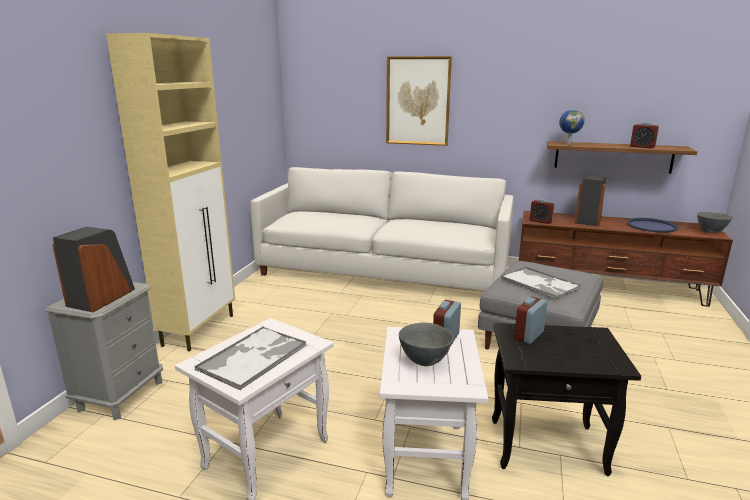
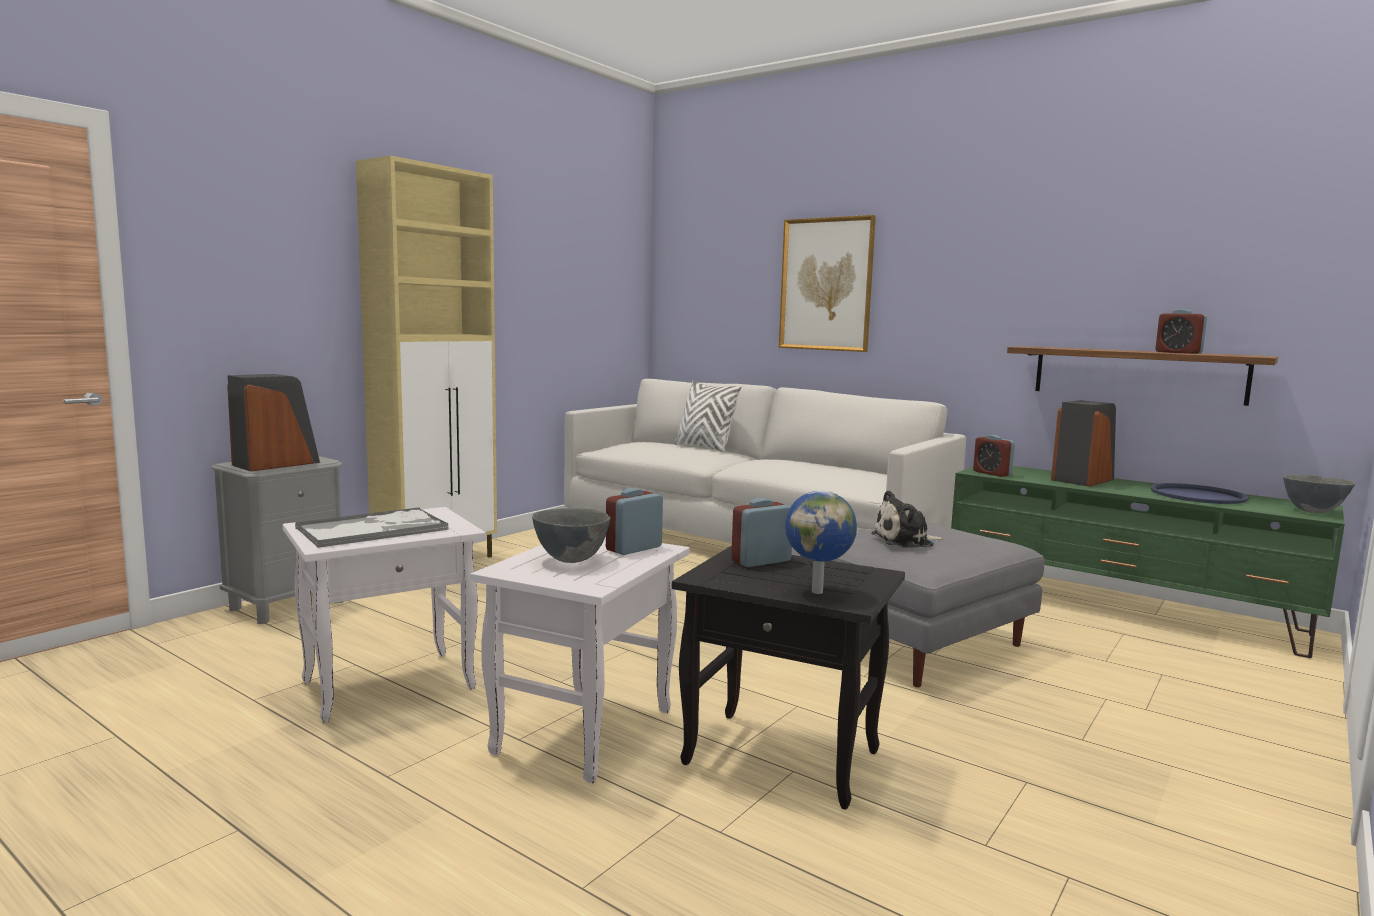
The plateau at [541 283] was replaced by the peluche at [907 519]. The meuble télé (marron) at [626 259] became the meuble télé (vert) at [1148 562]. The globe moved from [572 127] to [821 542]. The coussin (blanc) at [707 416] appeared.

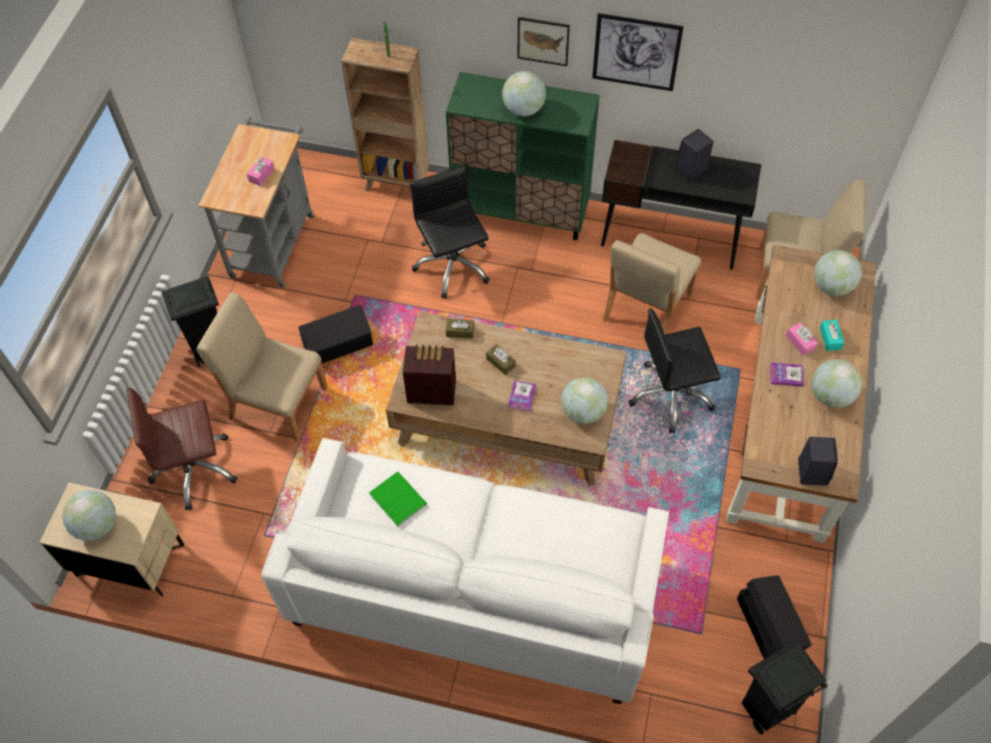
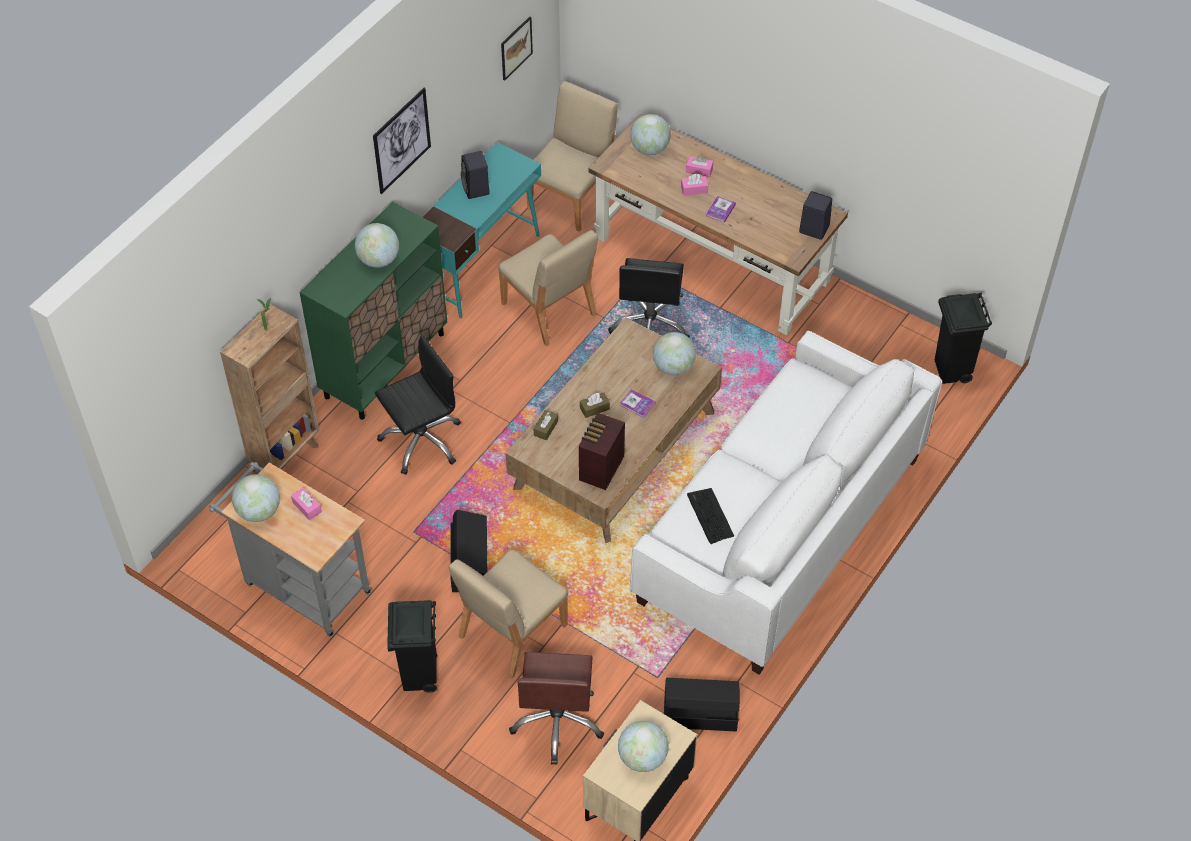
The livre (vert) at [398 499] was replaced by the clavier at [710 516]. The chaise de bureau (noir) at [450 231] turned 150 degrees clockwise. The tableau moved from [543 41] to [517 48]. The bureau (noir) at [681 204] became the bureau (turquoise) at [481 230]. The boîte de rangement (noir) moved from [774 617] to [702 704]. The globe moved from [837 383] to [256 498]. The boîte à mouchoirs (turquoise) at [832 335] became the boîte à mouchoirs (rose) at [699 166].

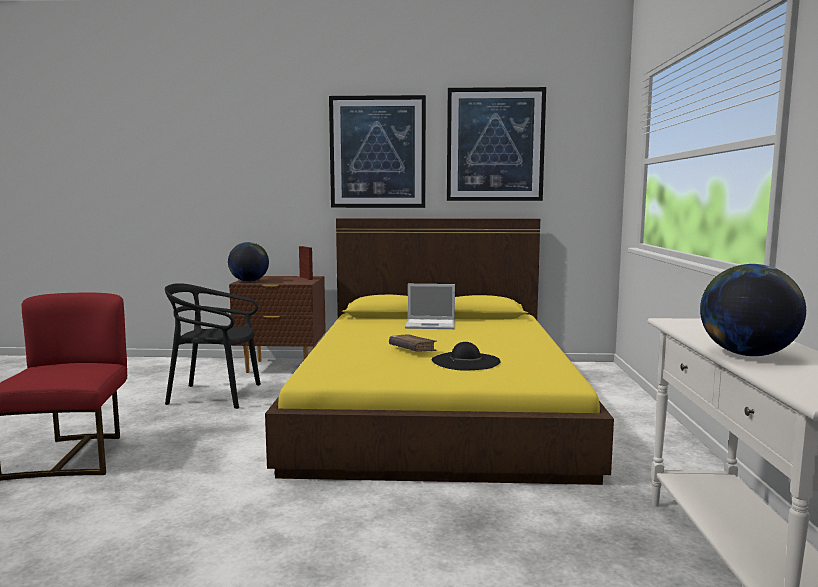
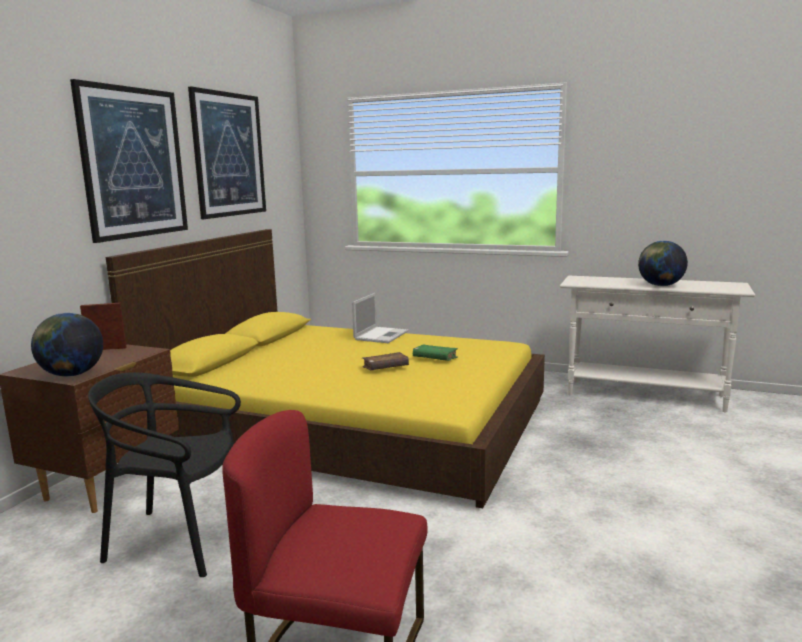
The chaise (noir) at [213 346] turned 75 degrees clockwise. The ordinateur portable moved from [430 306] to [380 318]. The chapeau (noir) at [466 356] was replaced by the livre (vert) at [435 352].

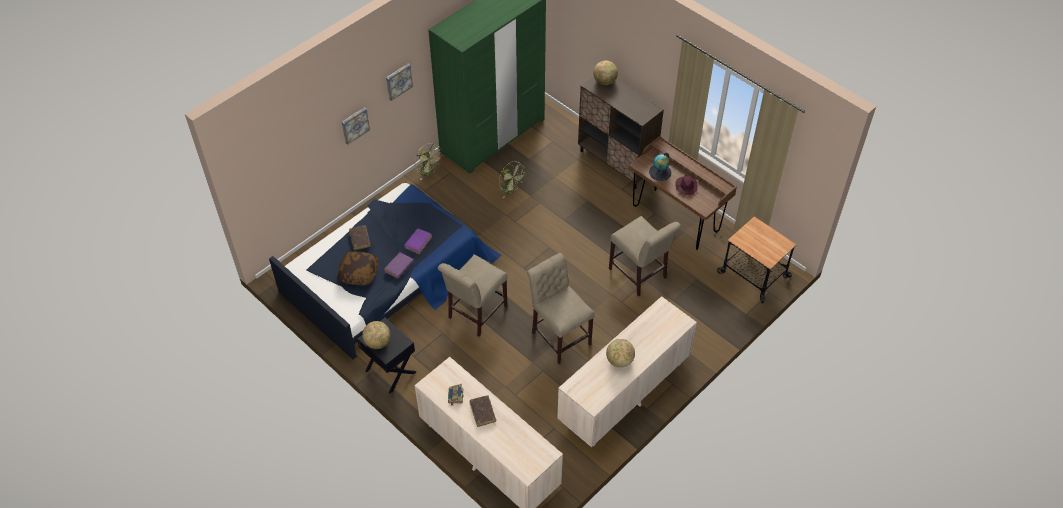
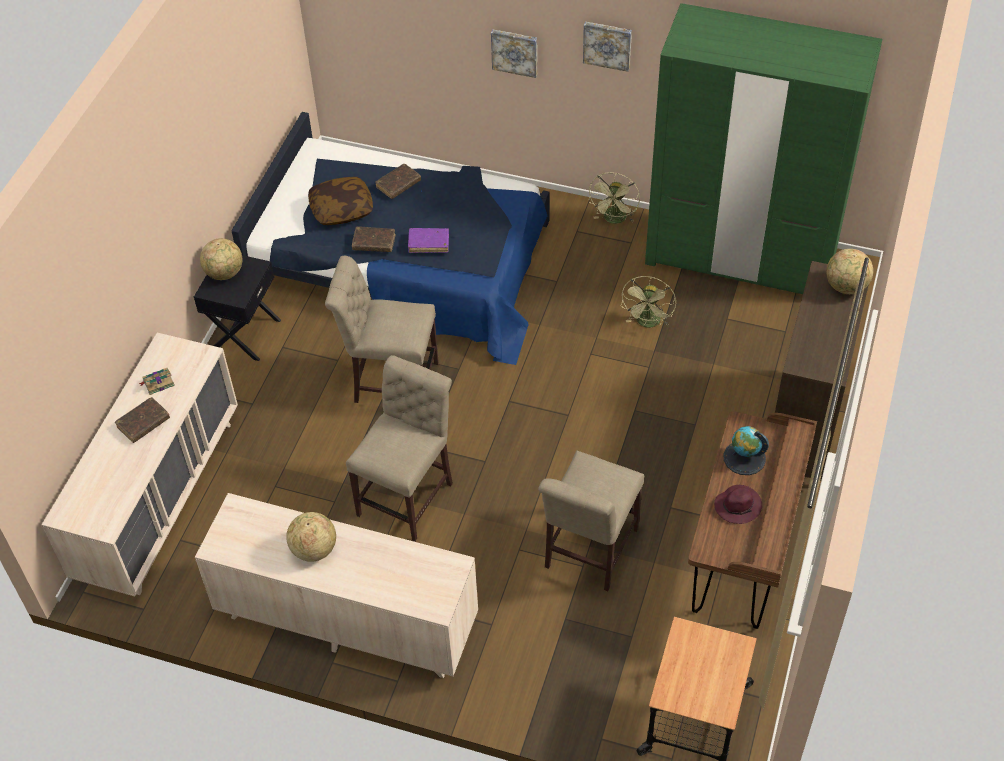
The livre (violet) at [399 265] became the livre (marron) at [373 239].

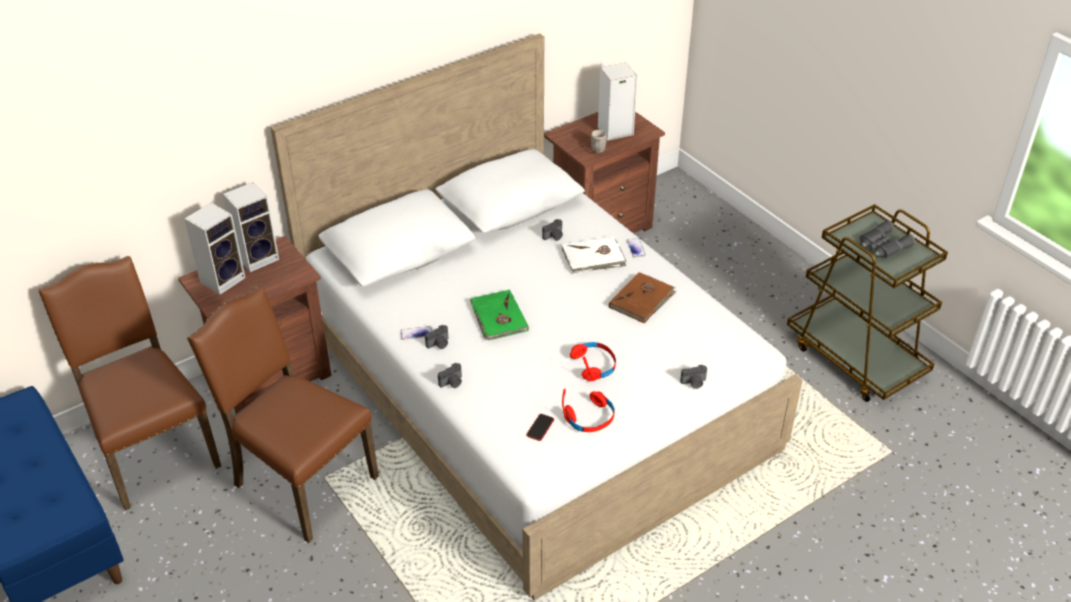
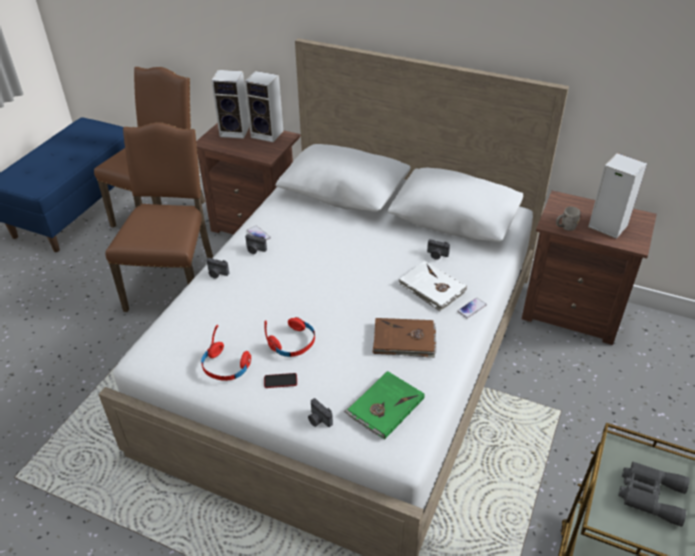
The livre (vert) moved from [499 315] to [384 405]. The téléphone moved from [540 427] to [280 380].

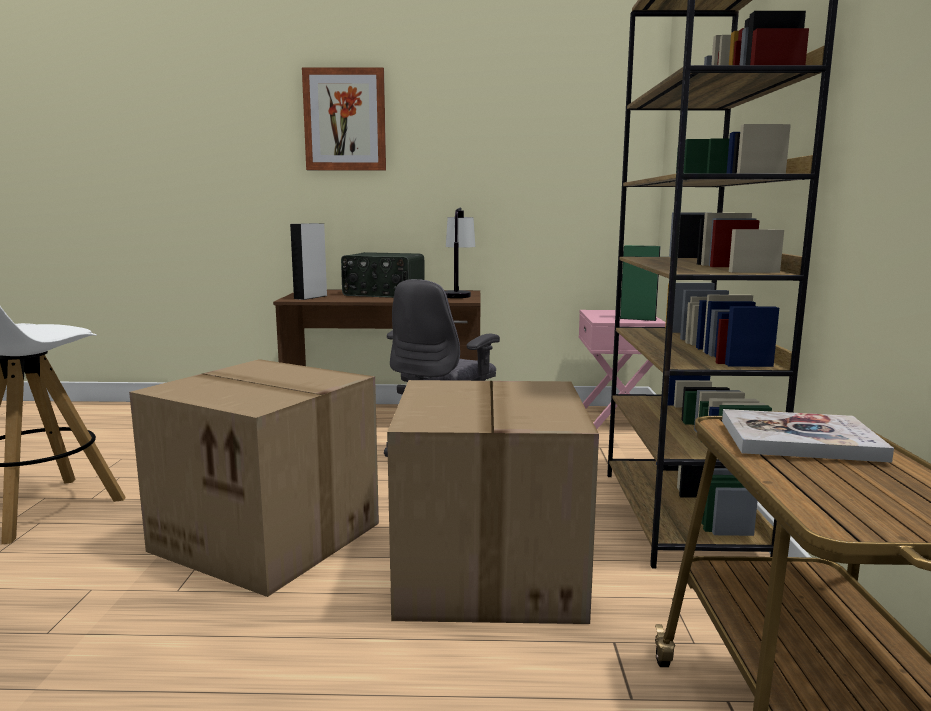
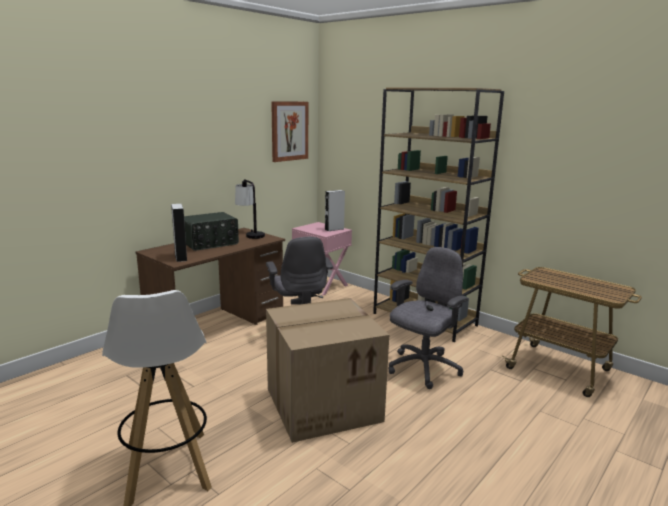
The tableau moved from [344 119] to [289 131]. The carton at [493 502] was replaced by the chaise de bureau (gris) at [428 318]. The enceinte (vert) at [640 283] became the enceinte (gris) at [335 210]. The livre at [808 436] disappeared.

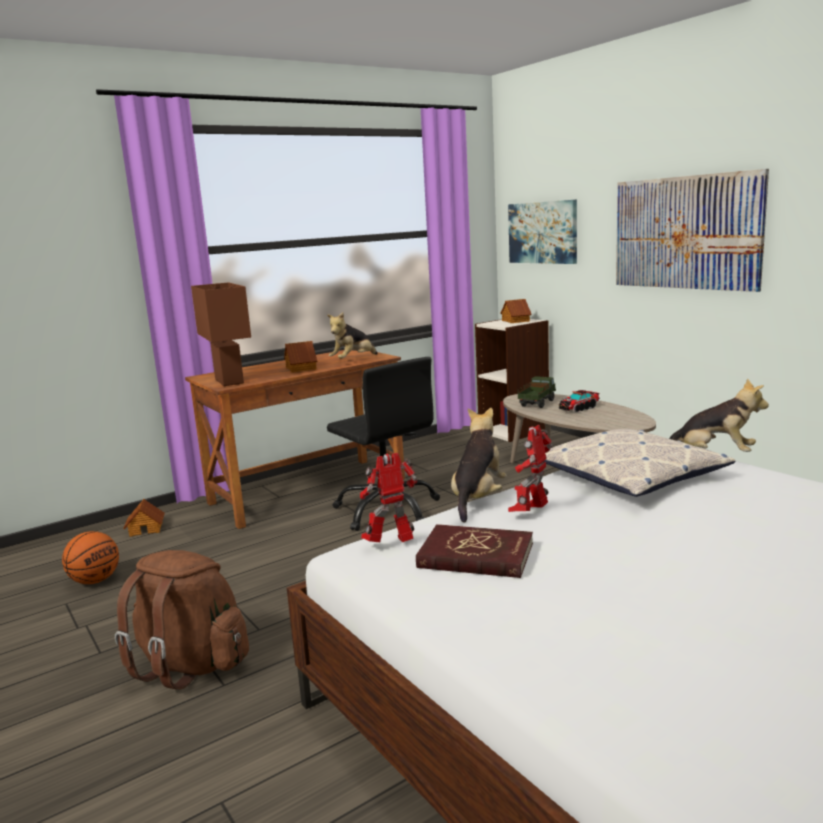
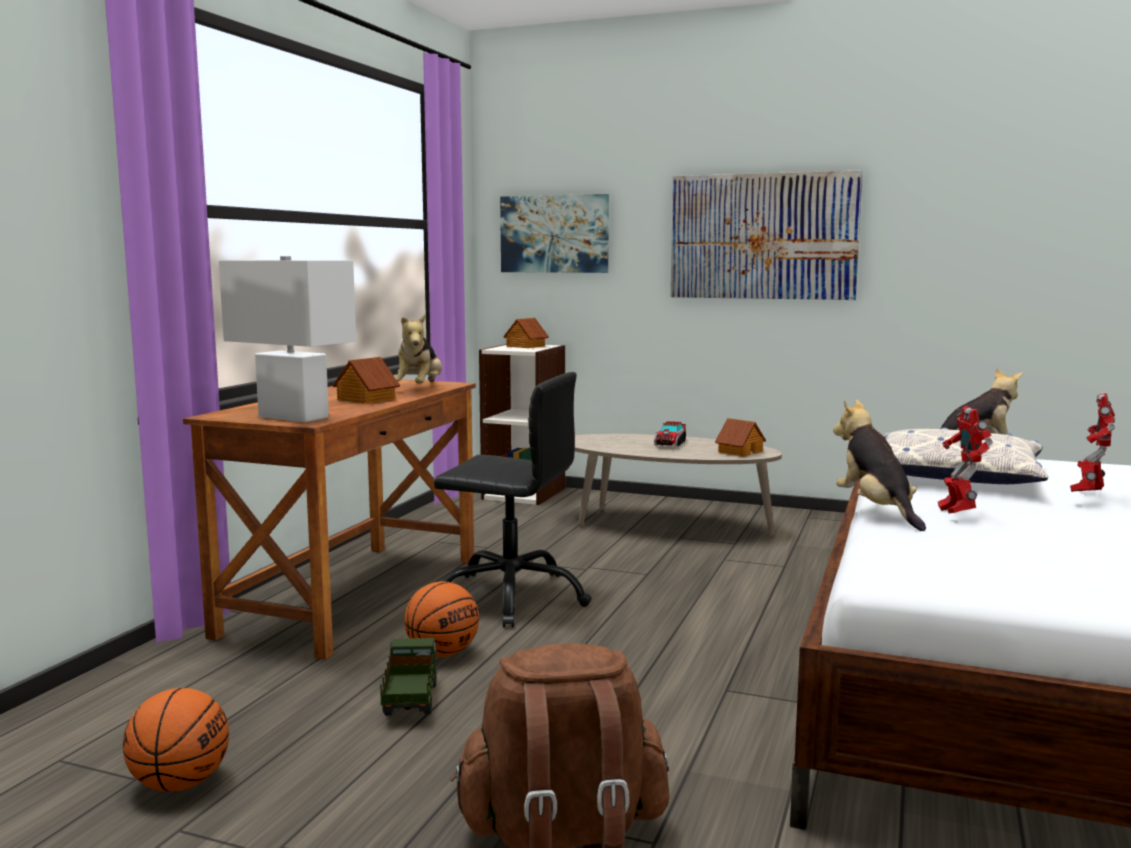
The maison miniature moved from [144 518] to [740 437]. The lampe de table (marron) at [221 334] became the lampe de table (blanc) at [287 339]. The robot jouet moved from [389 497] to [1092 442]. The livre (rouge) at [474 551] disappeared. The camion jouet moved from [537 392] to [408 677]. The ballon de basket at [441 619] appeared.

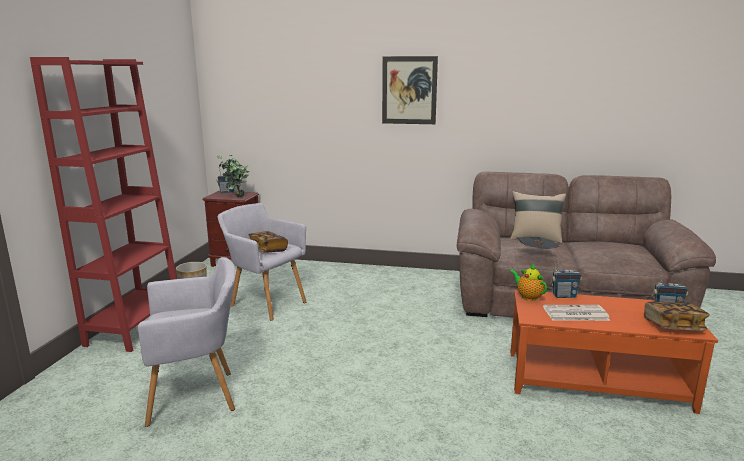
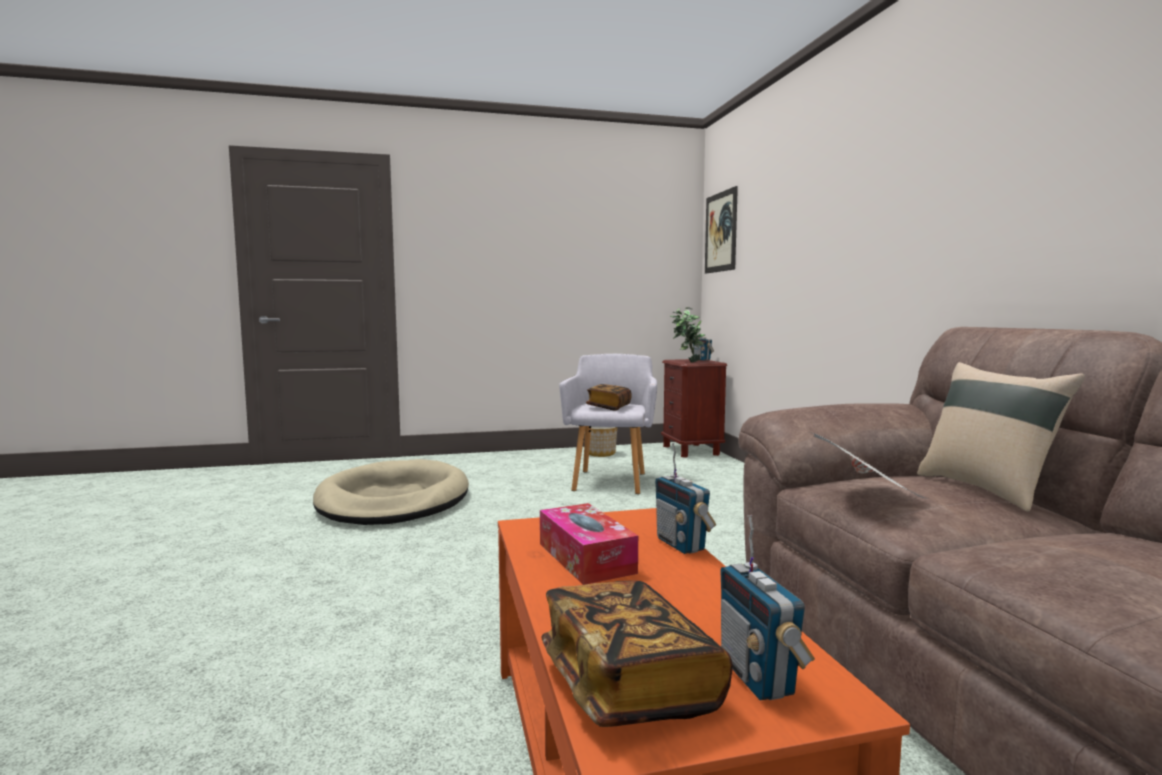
The bibliothèque (rouge) at [103 204] disappeared. The fauteuil (gris) at [187 342] was replaced by the panier pour chien (beige) at [391 492]. The tableau moved from [410 90] to [721 230]. The théière at [528 282] disappeared. The journal at [576 313] was replaced by the boîte à mouchoirs at [589 544].

